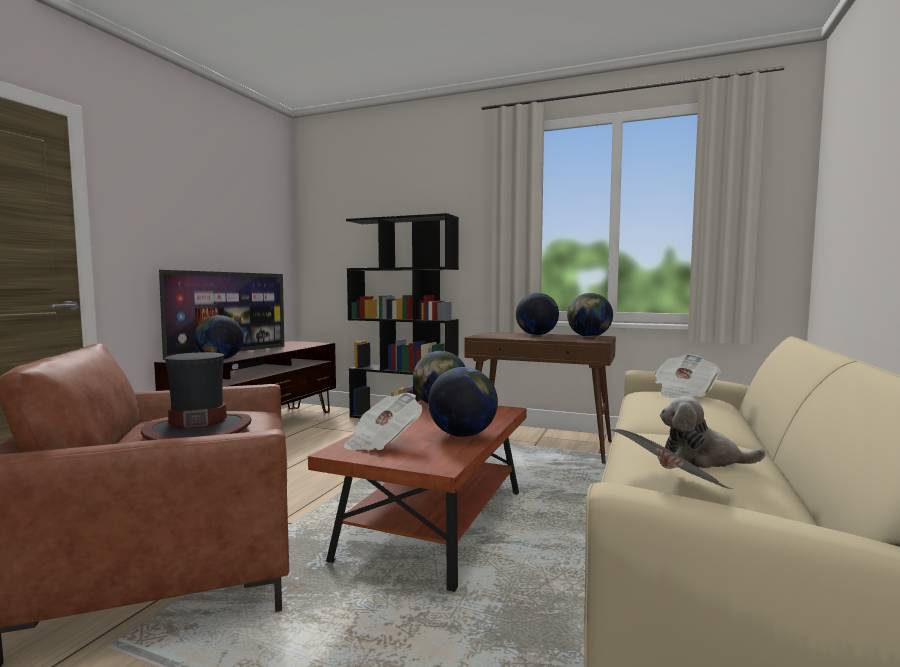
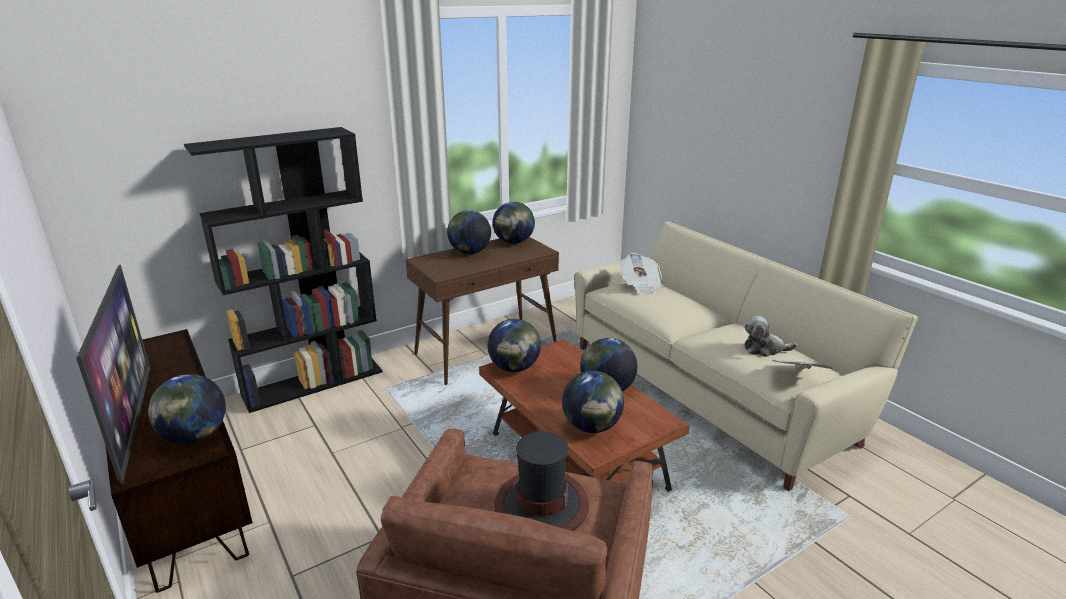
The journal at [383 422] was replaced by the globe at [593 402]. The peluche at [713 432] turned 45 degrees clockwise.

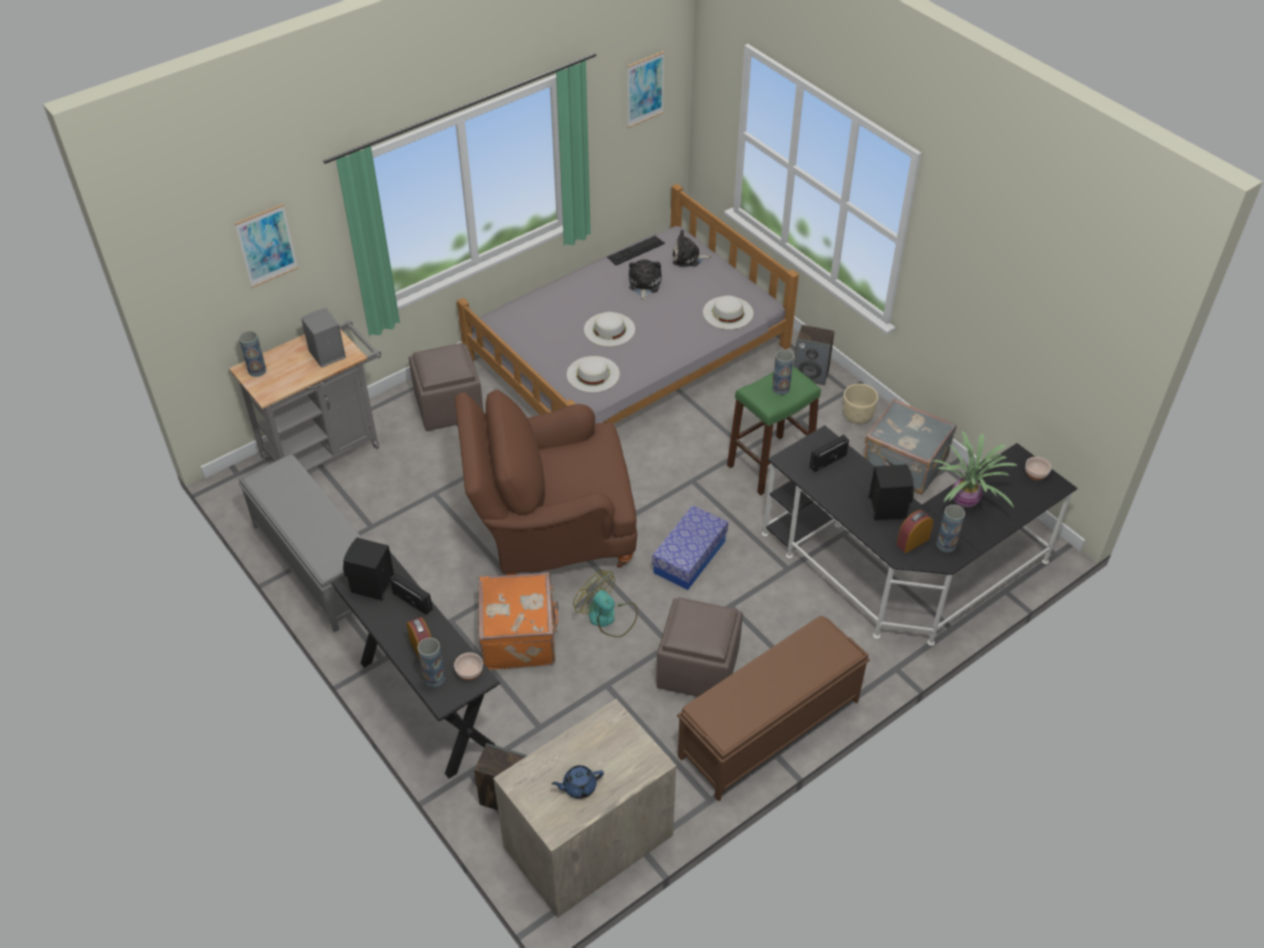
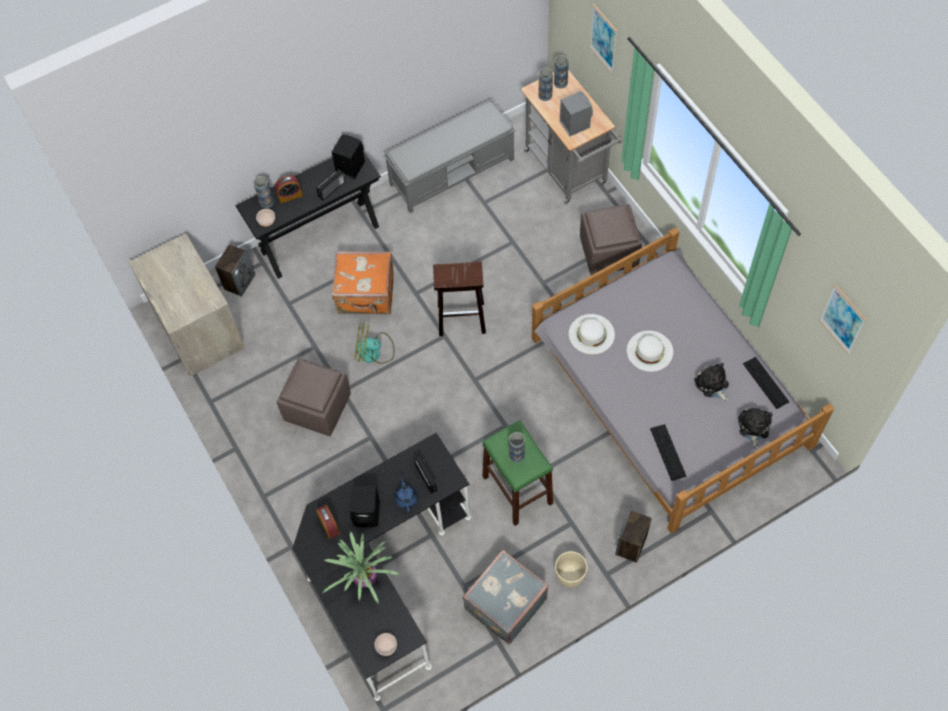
The fauteuil (marron) at [546 482] was replaced by the tabouret (marron) at [459 299]. The théière (bleu) moved from [577 782] to [406 494]. The ventilateur at [605 603] turned 135 degrees counterclockwise. The peluche at [645 279] turned 135 degrees counterclockwise. The boîte de rangement at [690 547] disappeared. The banc (marron) at [773 708] disappeared. The chapeau (blanc) at [728 312] was replaced by the clavier at [668 452]. The vase moved from [950 528] to [546 84].

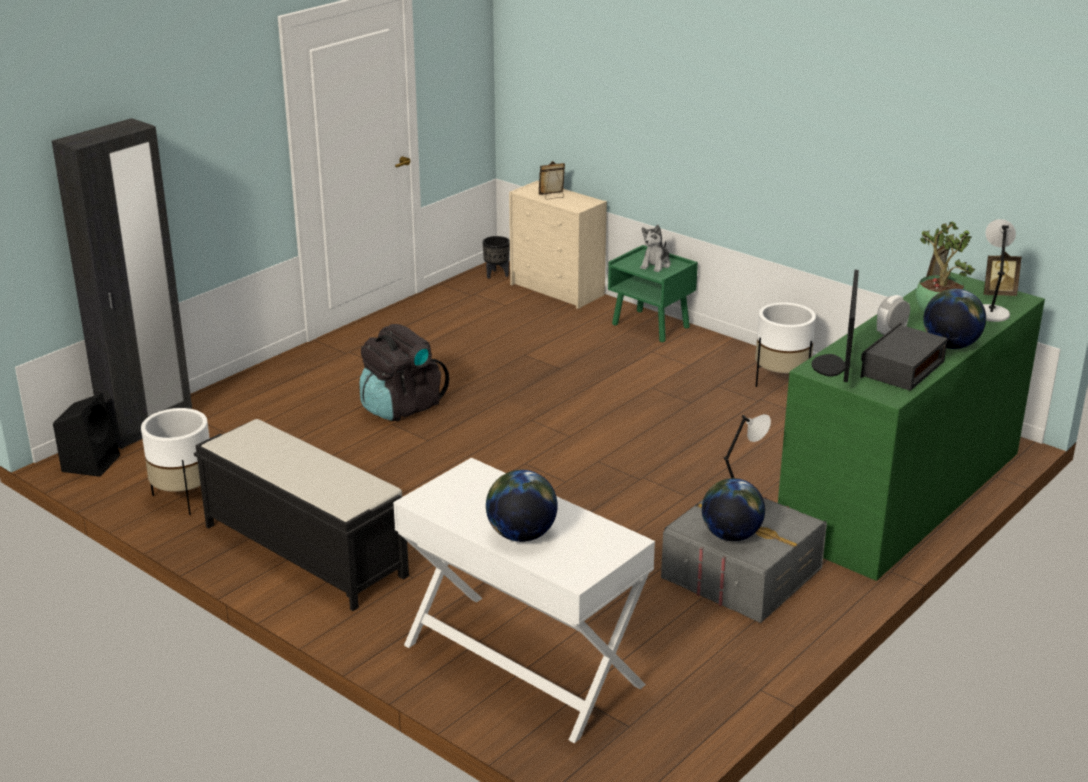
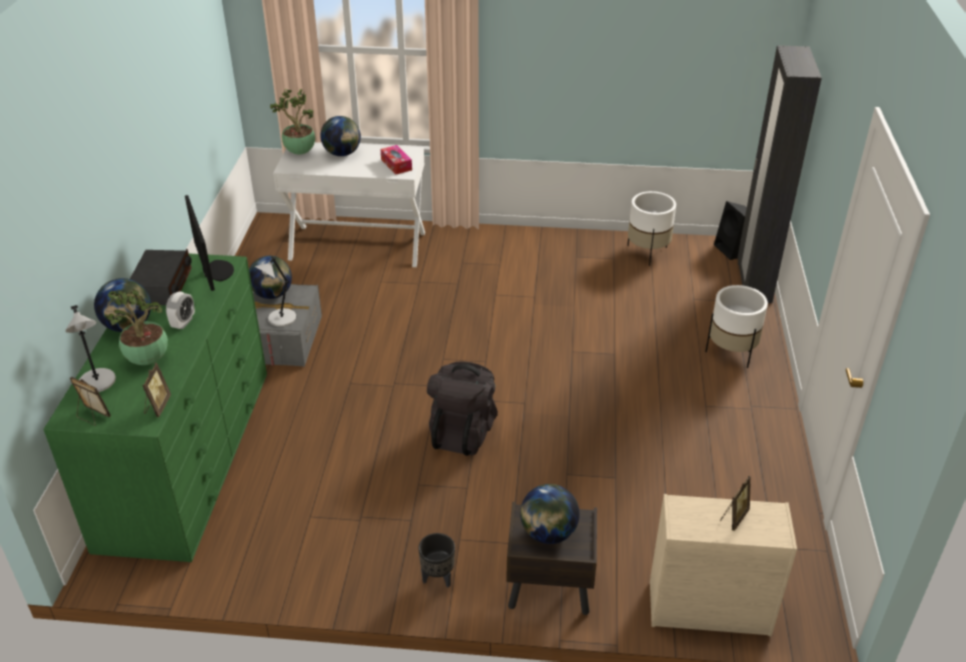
The banc (noir) at [301 515] disappeared. The sac à dos (noir) moved from [404 372] to [462 408]. The cache-pot (noir) moved from [496 257] to [436 560]. The table de chevet (vert) at [653 293] became the table de chevet (marron) at [551 558]. The peluche at [655 248] was replaced by the globe at [550 514]. The cache-pot (blanc) moved from [785 344] to [736 326]. The cadre photo at [1003 274] turned 60 degrees clockwise. The plante en pot at [292 122] appeared. The boîte à mouchoirs at [396 160] appeared.

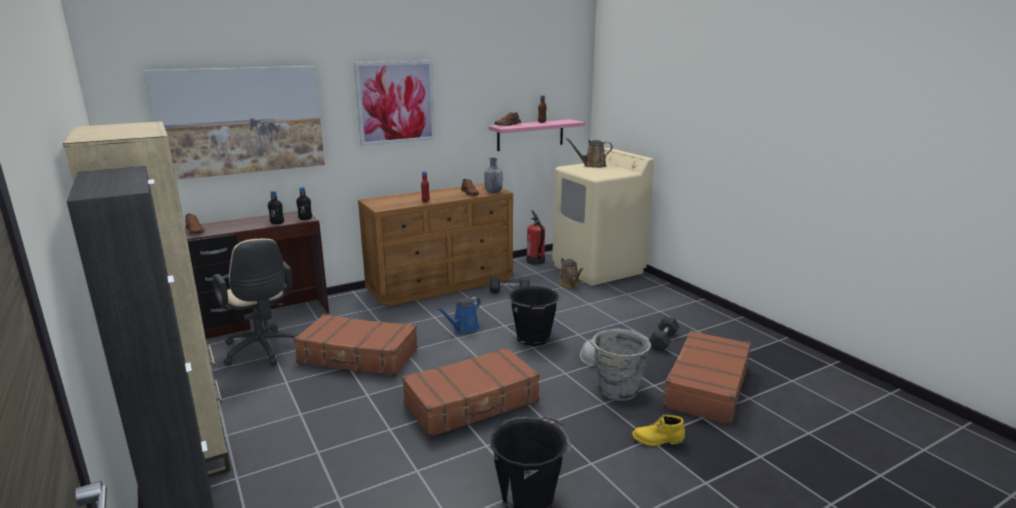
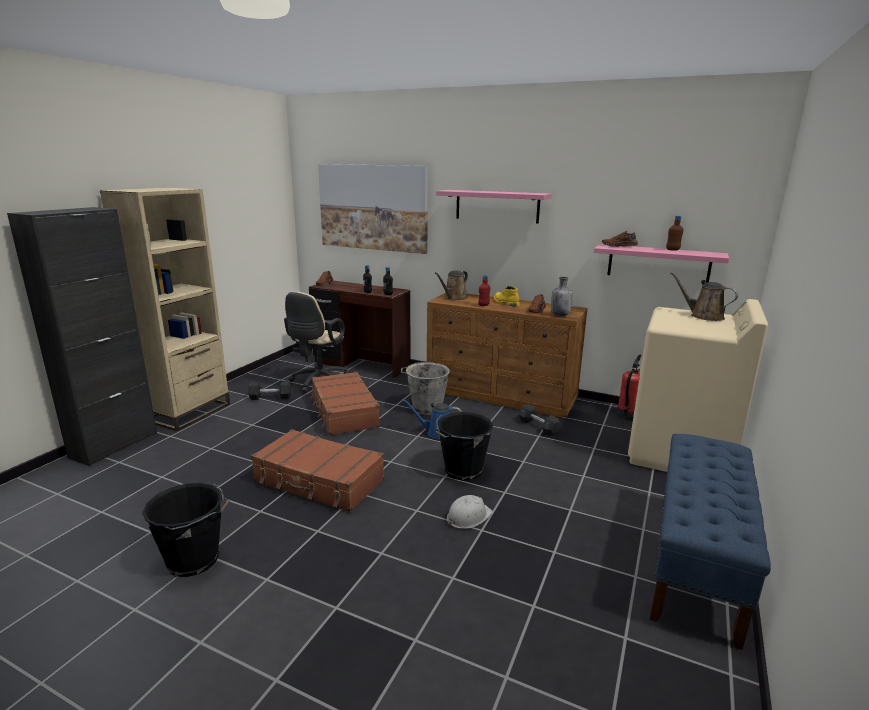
The tableau at [394 103] was replaced by the étagère (rose) at [494 206]. The arrosoir (marron) moved from [570 273] to [451 286]. The seau (gris) moved from [620 365] to [425 388]. The botte (jaune) moved from [658 430] to [507 296]. The haltère (gris) moved from [664 333] to [269 390]. The valise (marron) at [706 378] disappeared. The banc (bleu) at [710 542] appeared.

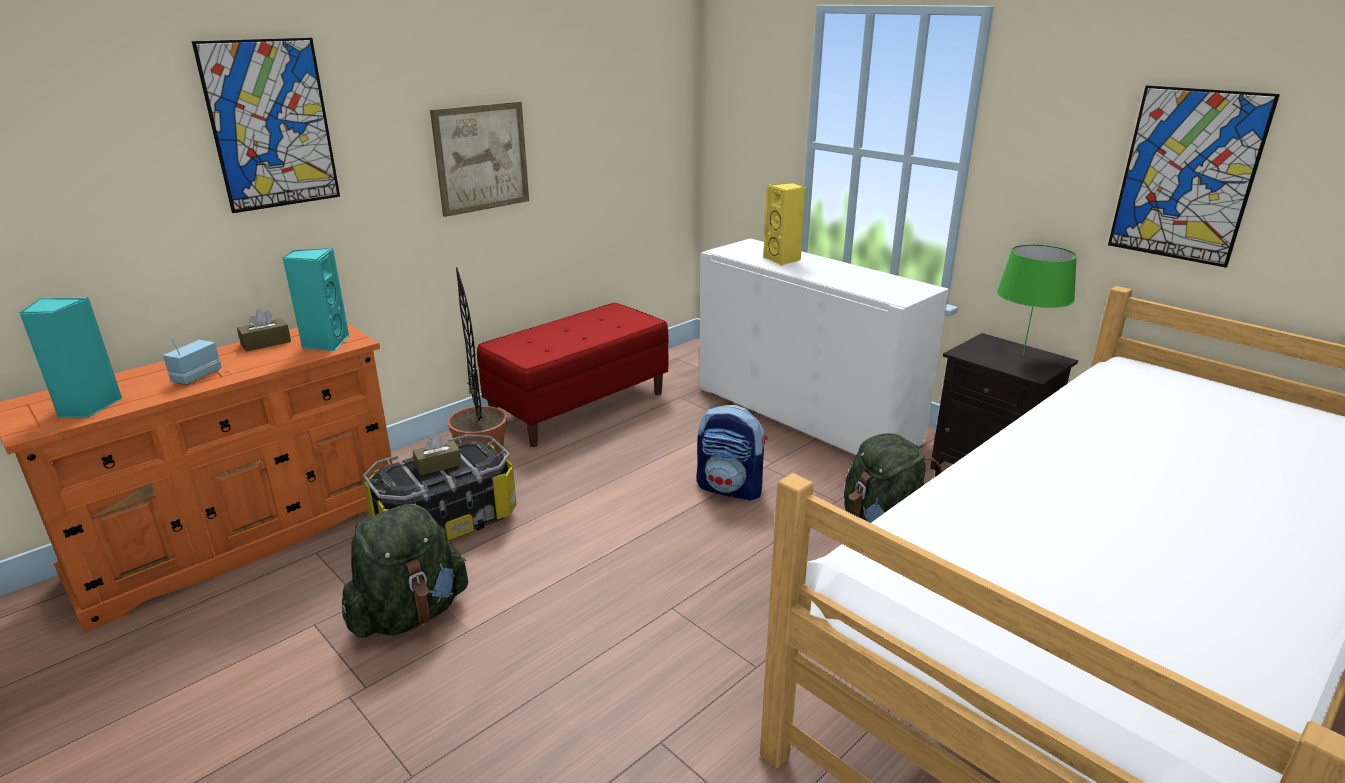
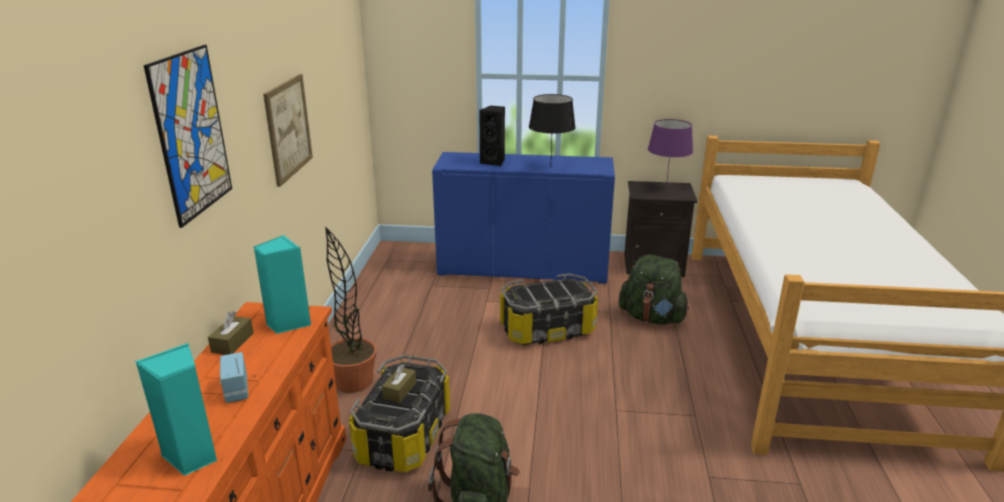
The banc (rouge) at [573 375] disappeared. The sac à dos at [732 453] was replaced by the boîte de rangement at [549 309]. The meuble de rangement (blanc) at [824 346] became the meuble de rangement (bleu) at [523 218]. The enceinte (jaune) at [784 224] became the enceinte (noir) at [492 136]. The lampe de table (vert) at [1037 300] became the lampe de table (violet) at [670 153]. The tableau at [1194 176] disappeared. The lampe de table (noir) at [552 125] appeared.

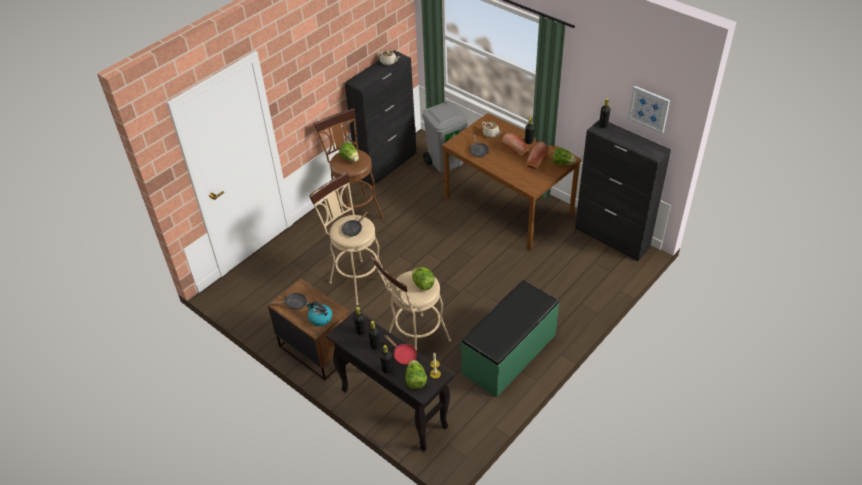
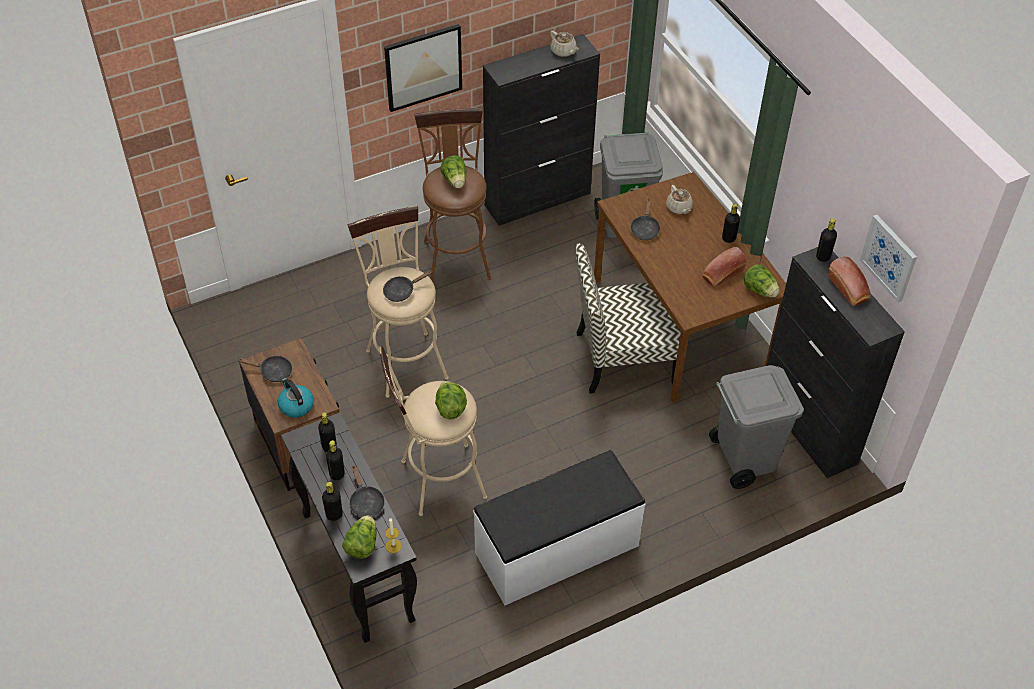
The poêle (rouge) at [401 350] became the poêle (noir) at [367 491]. The banc (vert) at [510 338] became the banc (blanc) at [559 527]. The pain moved from [515 145] to [849 281]. The tableau at [423 68] appeared. The chaise at [628 318] appeared. The poubelle (gris) at [756 427] appeared.

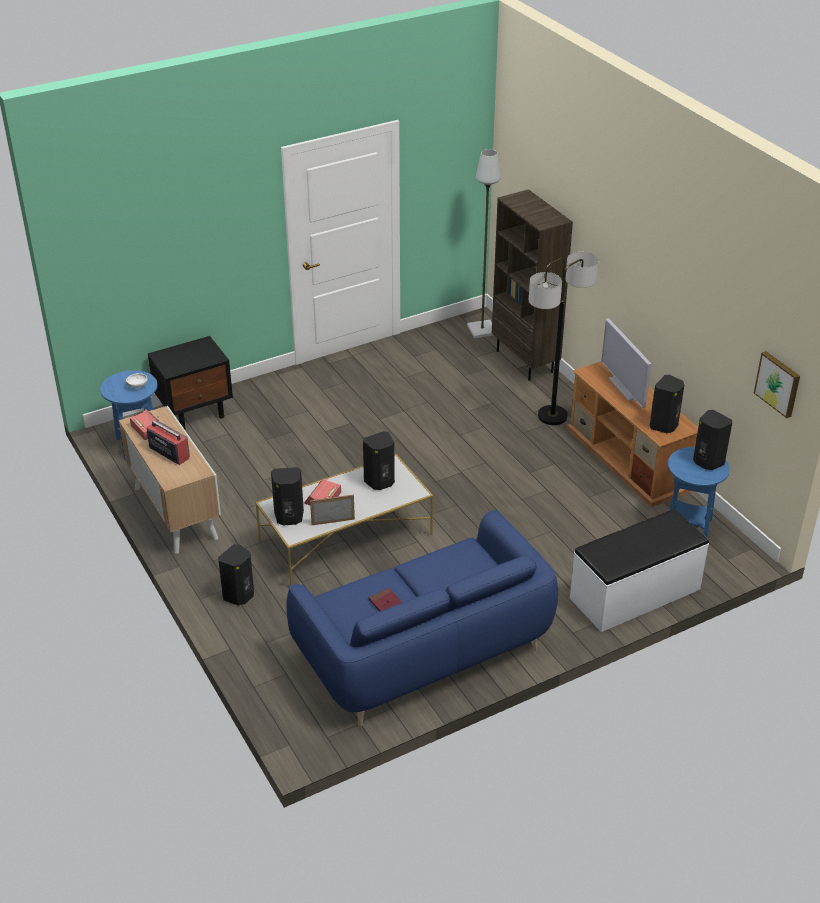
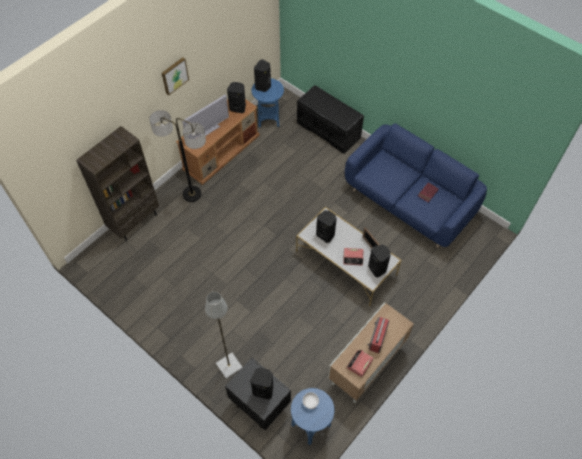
The enceinte (noir) moved from [236 575] to [261 383]. The lampadaire (gris) moved from [484 243] to [223 335]. The banc (blanc) at [639 570] became the banc (noir) at [330 119]. The tableau moved from [777 384] to [175 76].

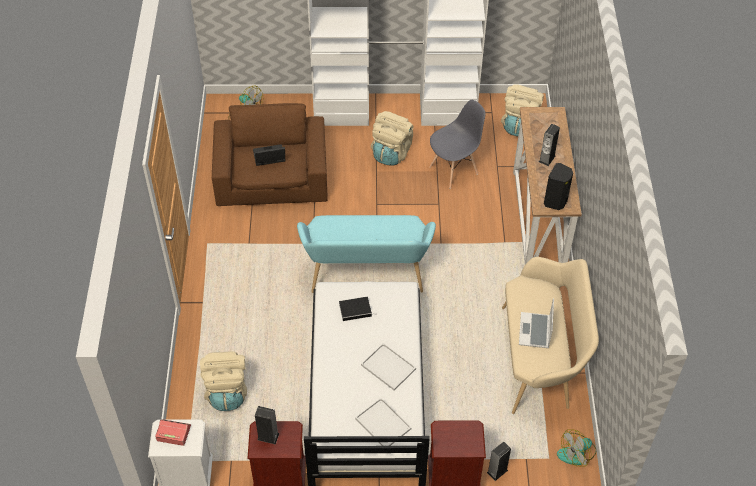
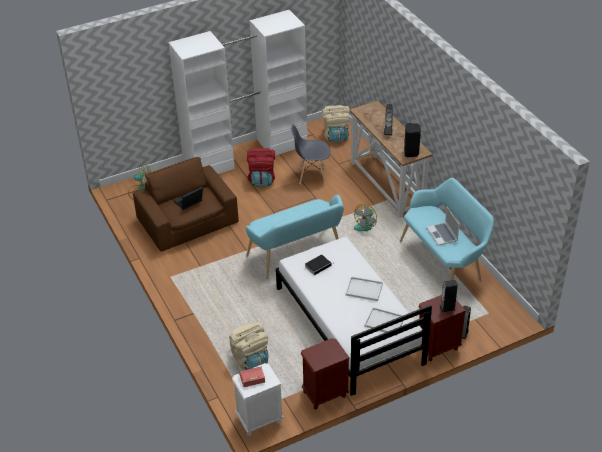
The enceinte moved from [267 425] to [449 296]. The sac à dos (beige) at [392 138] became the sac à dos (rouge) at [261 167]. The chaise (gris) at [457 144] turned 120 degrees counterclockwise. The banc (beige) at [550 335] became the banc (turquoise) at [447 230]. The ventilateur moved from [577 448] to [365 217].

